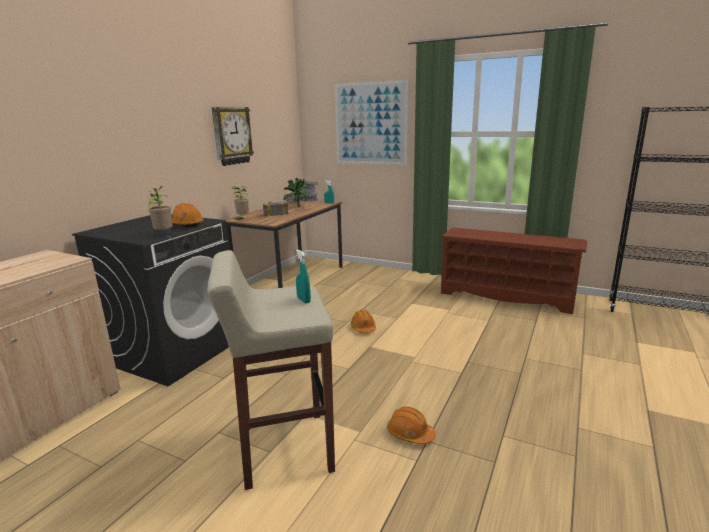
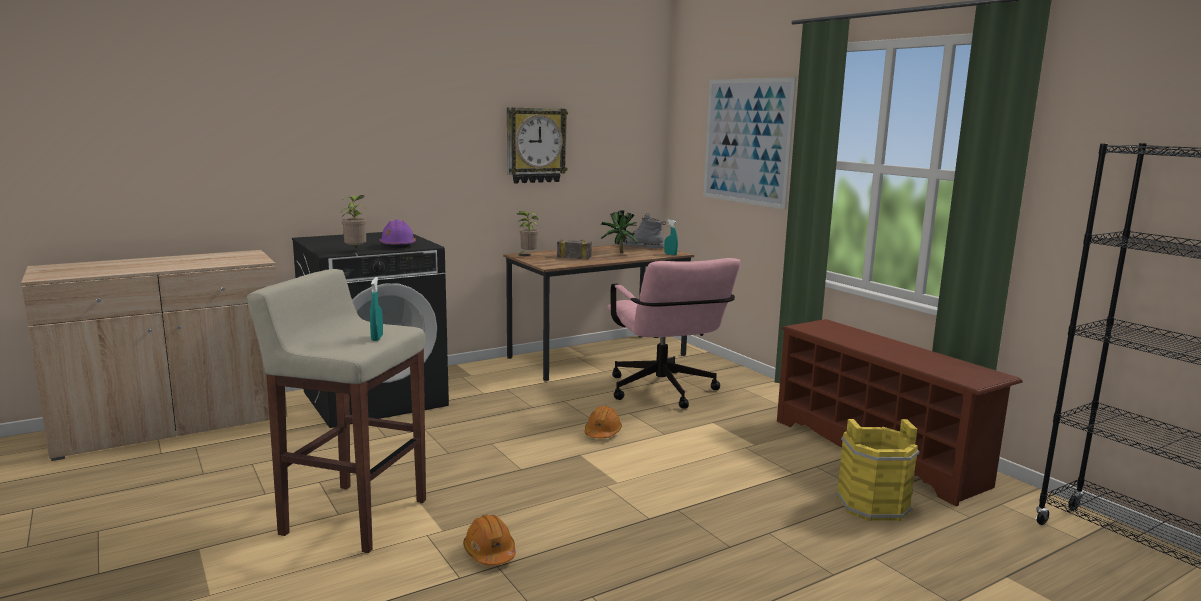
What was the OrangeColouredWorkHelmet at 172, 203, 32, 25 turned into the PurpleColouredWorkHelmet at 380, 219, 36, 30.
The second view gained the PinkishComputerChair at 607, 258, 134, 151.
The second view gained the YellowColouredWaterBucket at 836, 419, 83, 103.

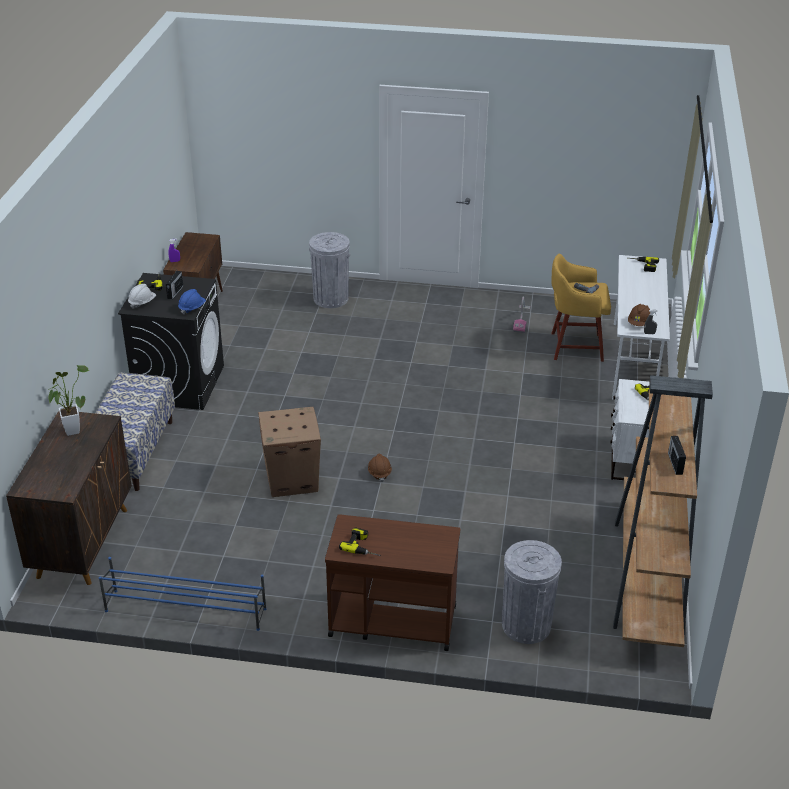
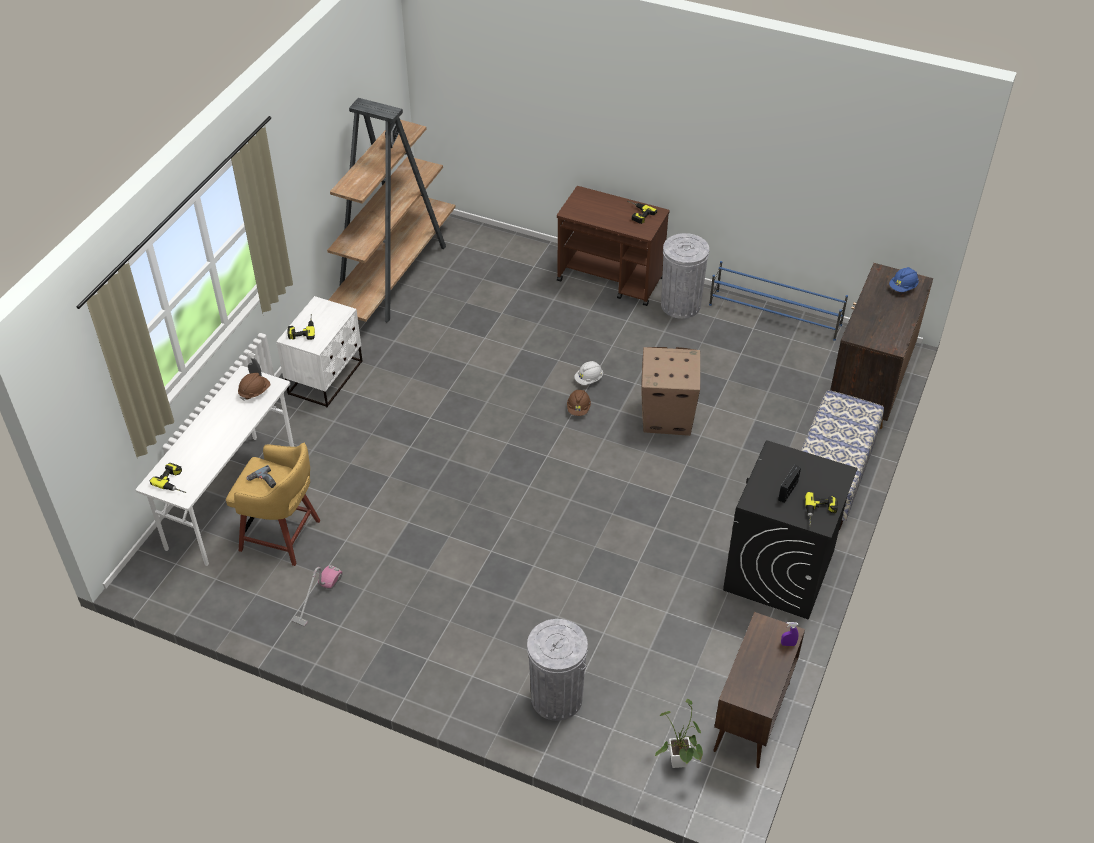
The PlantInAPot ended up elsewhere, having gone from 49, 365, 40, 71 to 655, 698, 48, 70.
The WhiteColouredWorkHelmet ended up elsewhere, having gone from 128, 284, 28, 25 to 574, 361, 29, 24.
The BlueWorkHelmet ended up elsewhere, having gone from 178, 289, 28, 26 to 889, 267, 30, 25.
The GreyishWasteBin ended up elsewhere, having gone from 502, 540, 60, 104 to 661, 233, 48, 86.

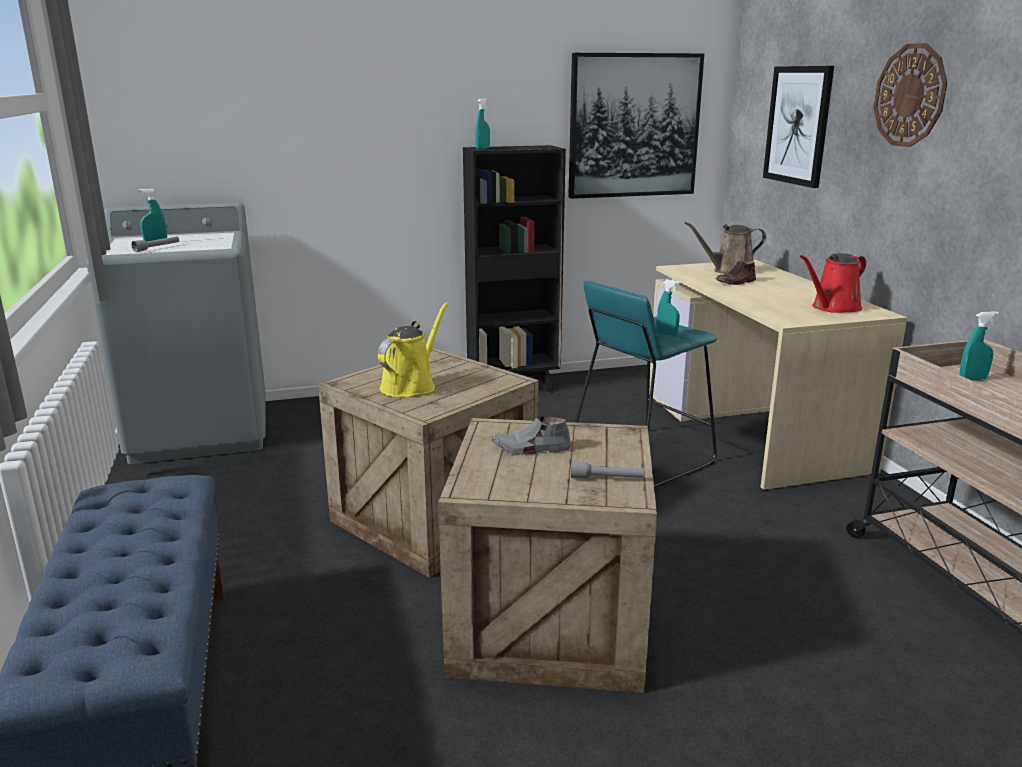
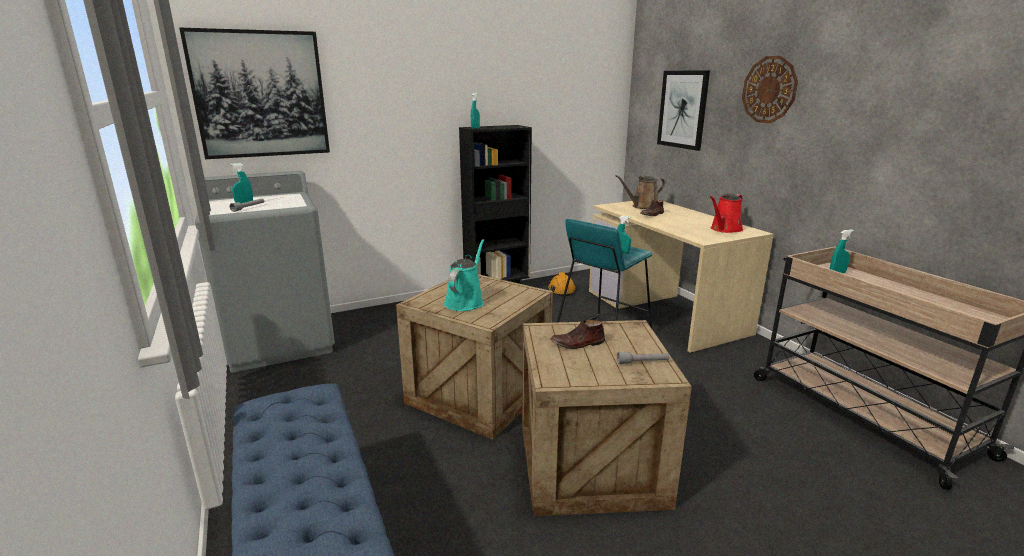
What was the YellowColouredWateringCan at 378, 302, 71, 95 turned into the TurquoiseColouredWateringCan at 444, 239, 40, 72.
What was the GreyishShoe at 492, 416, 79, 39 turned into the BrownShoe at 551, 320, 54, 29.
The WallArt ended up elsewhere, having gone from 568, 53, 136, 146 to 179, 28, 151, 131.
The second view gained the OrangeColouredWorkHelmet at 548, 272, 28, 24.

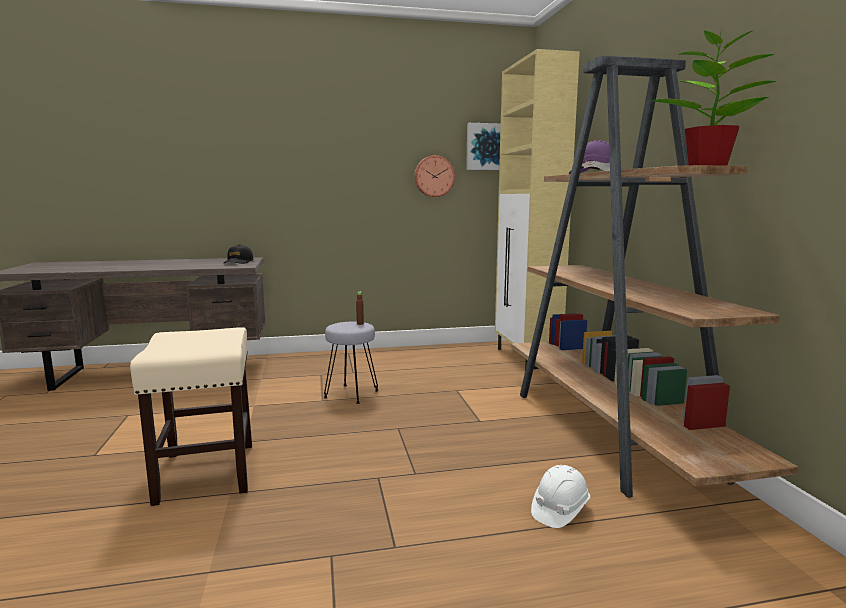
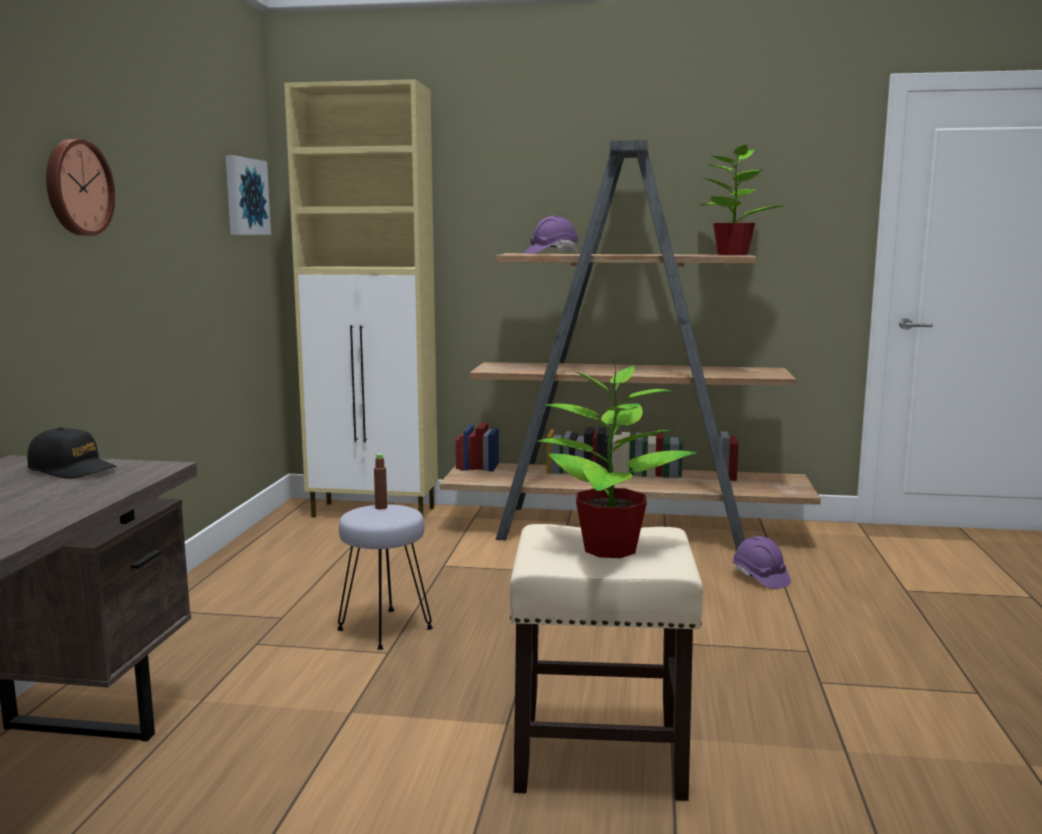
The ClockOnTheWall ended up elsewhere, having gone from 414, 155, 41, 42 to 46, 139, 69, 97.
What was the WhiteColouredWorkHelmet at 531, 465, 59, 63 turned into the PurpleColouredWorkHelmet at 733, 536, 58, 53.
The second view gained the PlantInAPot at 538, 361, 159, 197.

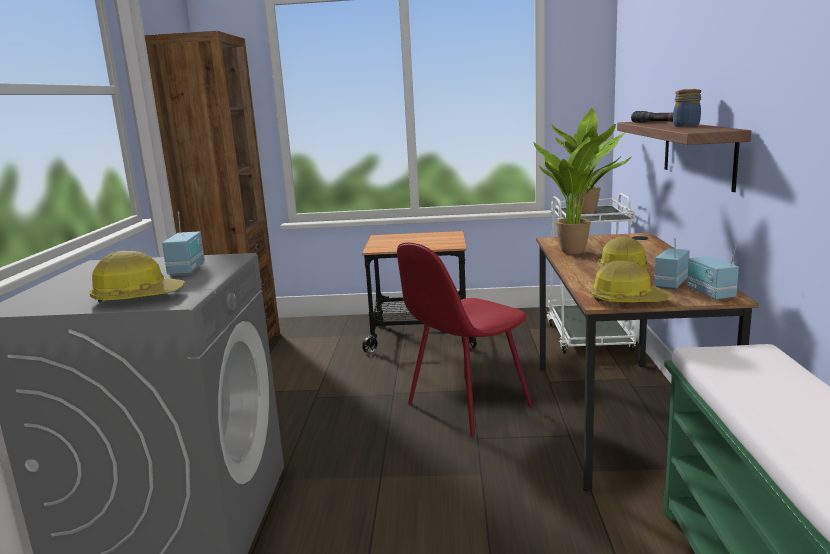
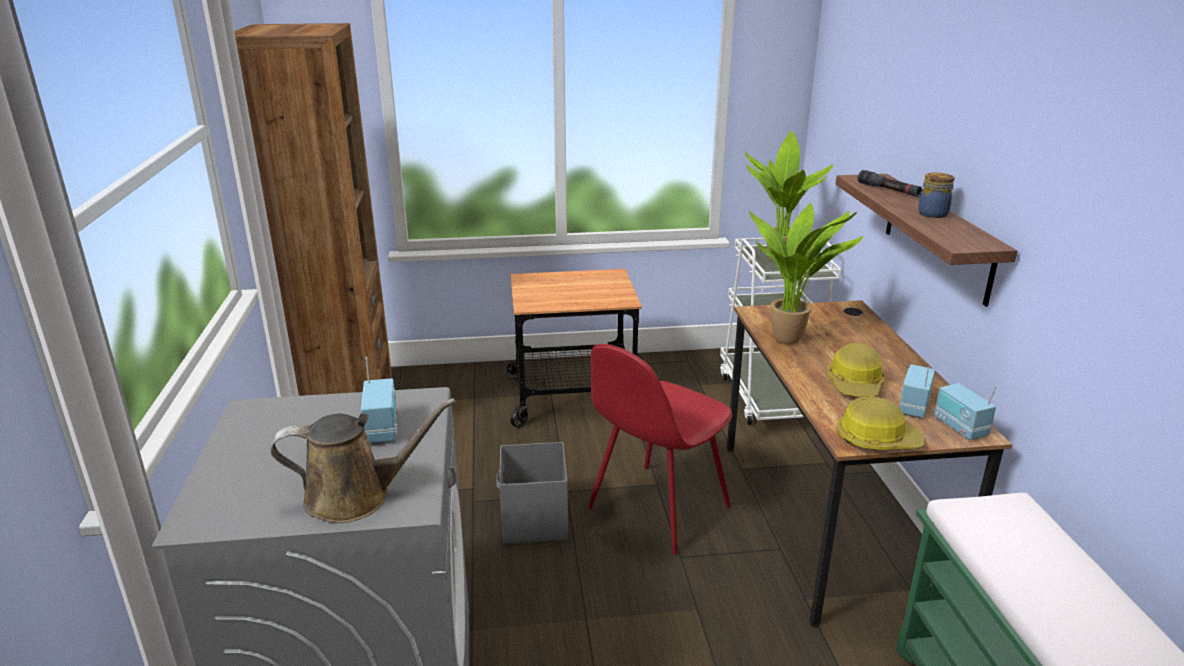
Where the WorkHelmet stood at 89, 251, 96, 52, the BrownWateringCan came to stand at 270, 398, 186, 125.
The second view gained the GreyishStorageBin at 496, 442, 72, 102.

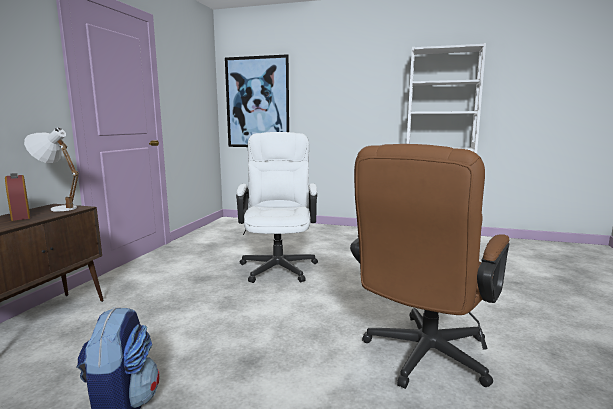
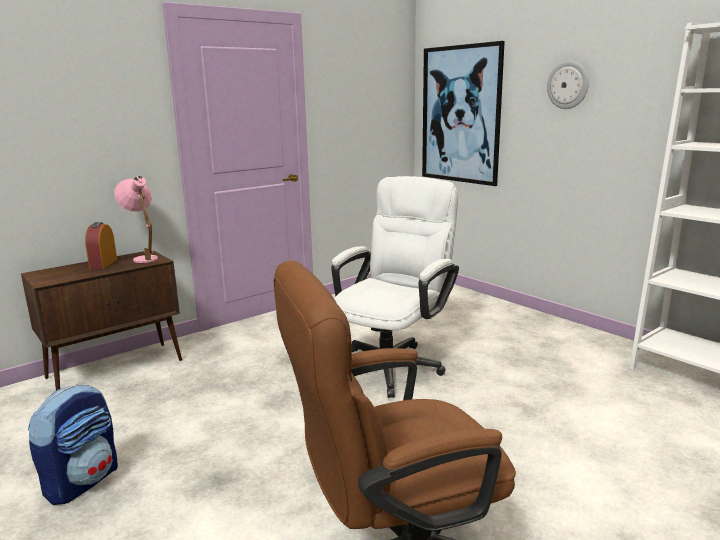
What was the WhiteColouredTableLamp at 24, 128, 55, 84 turned into the PinkishTableLamp at 114, 176, 44, 87.
The second view gained the ClockOnTheWall at 547, 61, 42, 48.

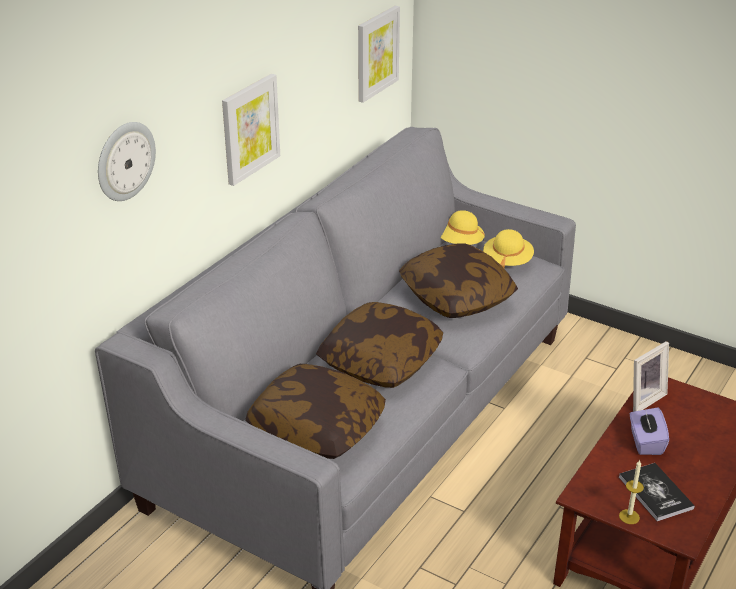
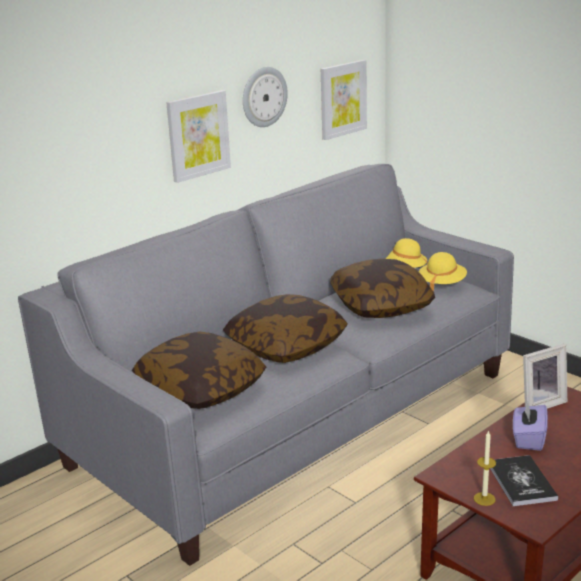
The ClockOnTheWall ended up elsewhere, having gone from 98, 122, 58, 79 to 243, 67, 45, 60.

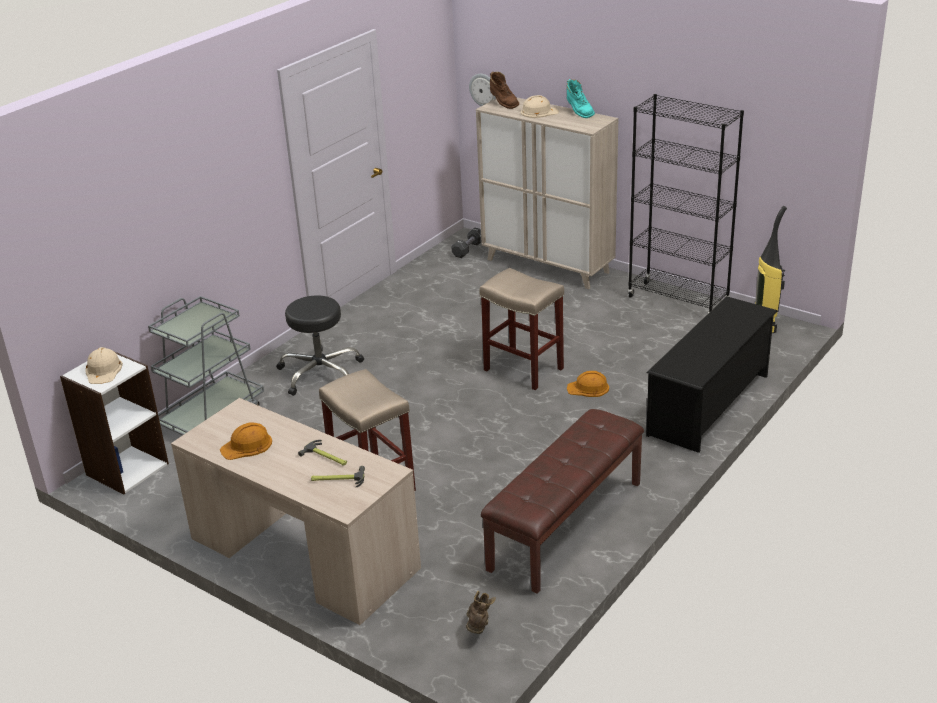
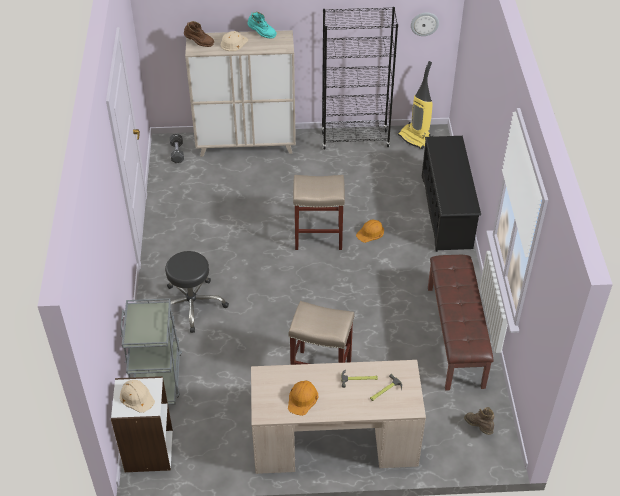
The ClockOnTheWall ended up elsewhere, having gone from 469, 74, 27, 32 to 411, 12, 28, 24.

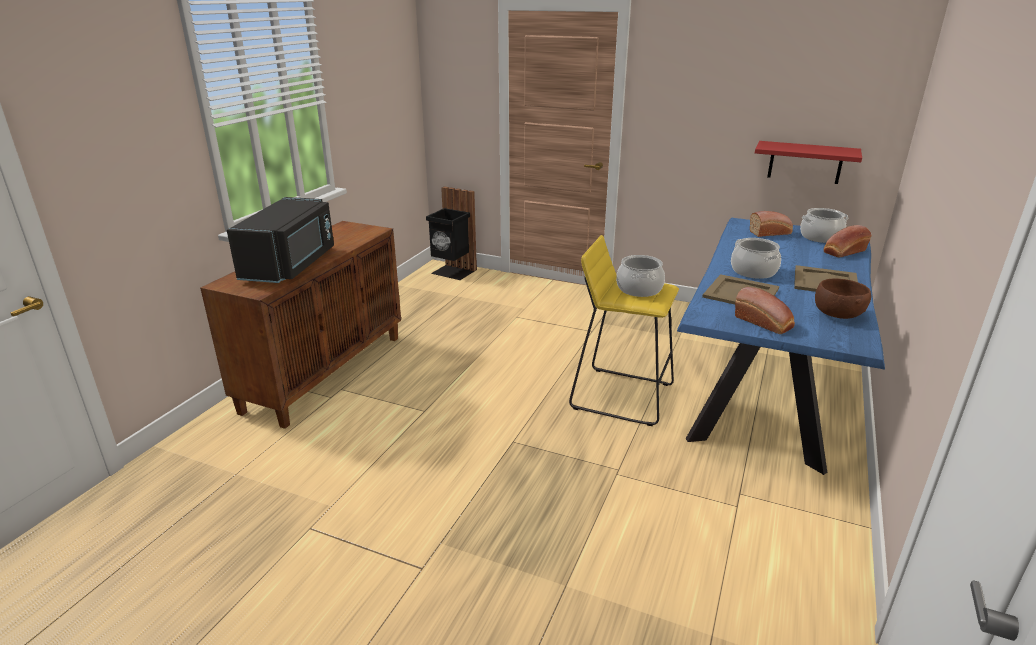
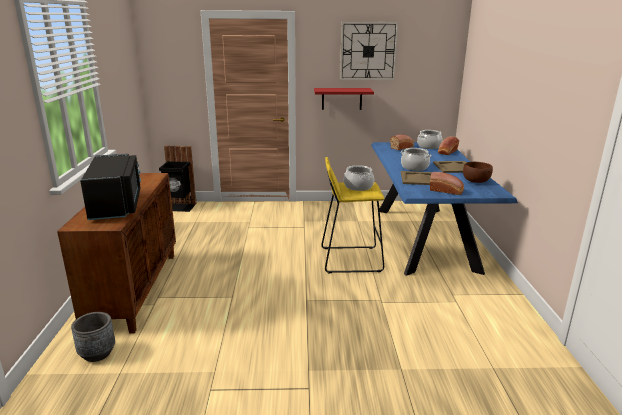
The RedBracketShelf ended up elsewhere, having gone from 755, 141, 107, 43 to 314, 88, 60, 22.
The second view gained the GreyishPlantPot at 71, 312, 44, 50.
The second view gained the ClockOnTheWall at 340, 22, 59, 59.

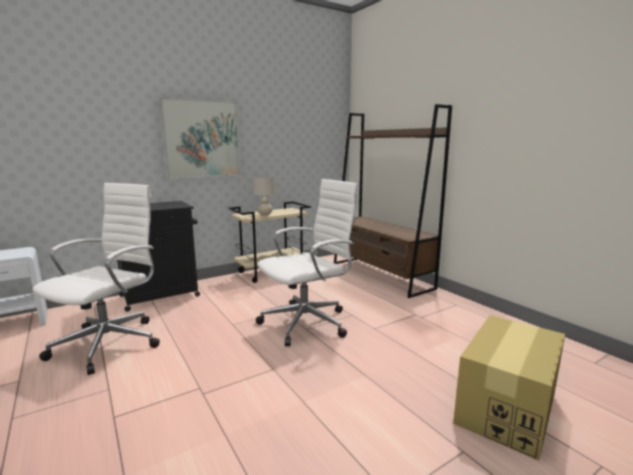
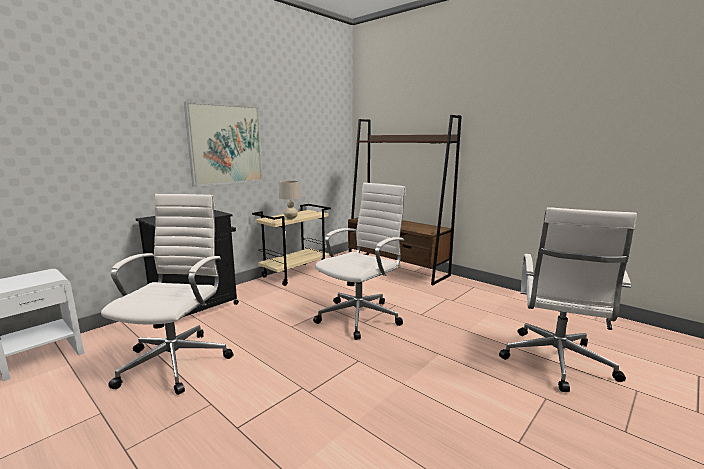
Where the PackingBox stood at 453, 315, 112, 146, the WhiteColouredComputerChair came to stand at 499, 207, 138, 185.

